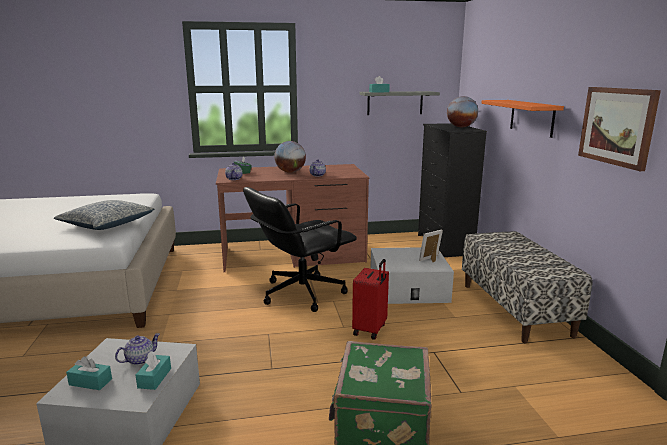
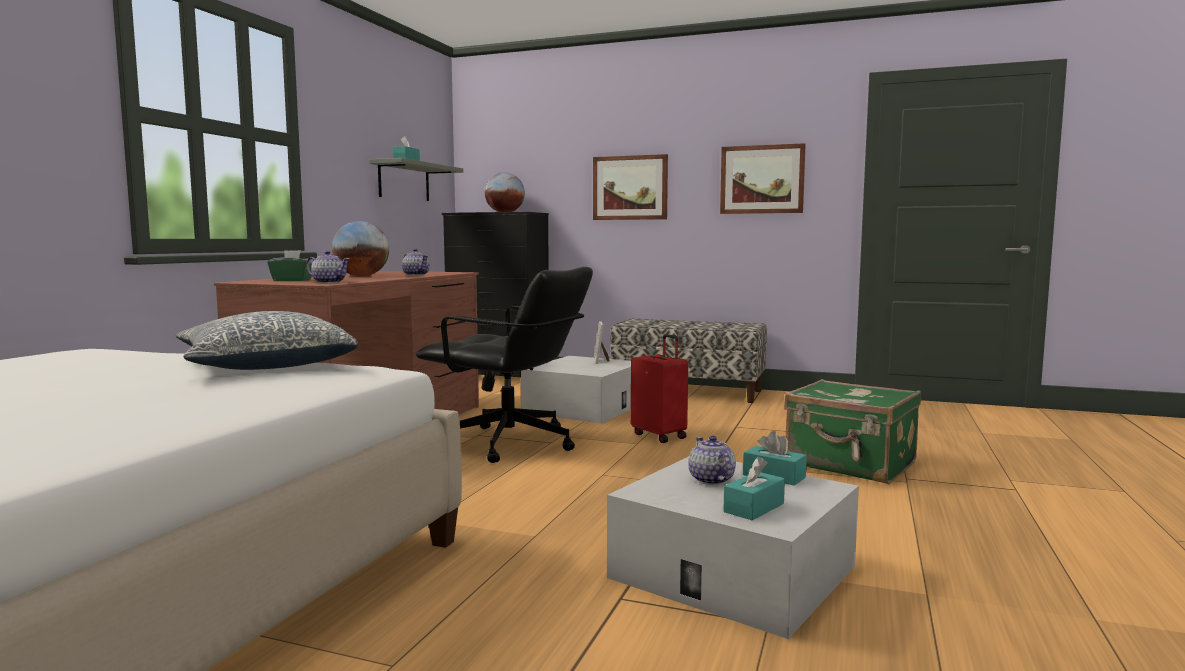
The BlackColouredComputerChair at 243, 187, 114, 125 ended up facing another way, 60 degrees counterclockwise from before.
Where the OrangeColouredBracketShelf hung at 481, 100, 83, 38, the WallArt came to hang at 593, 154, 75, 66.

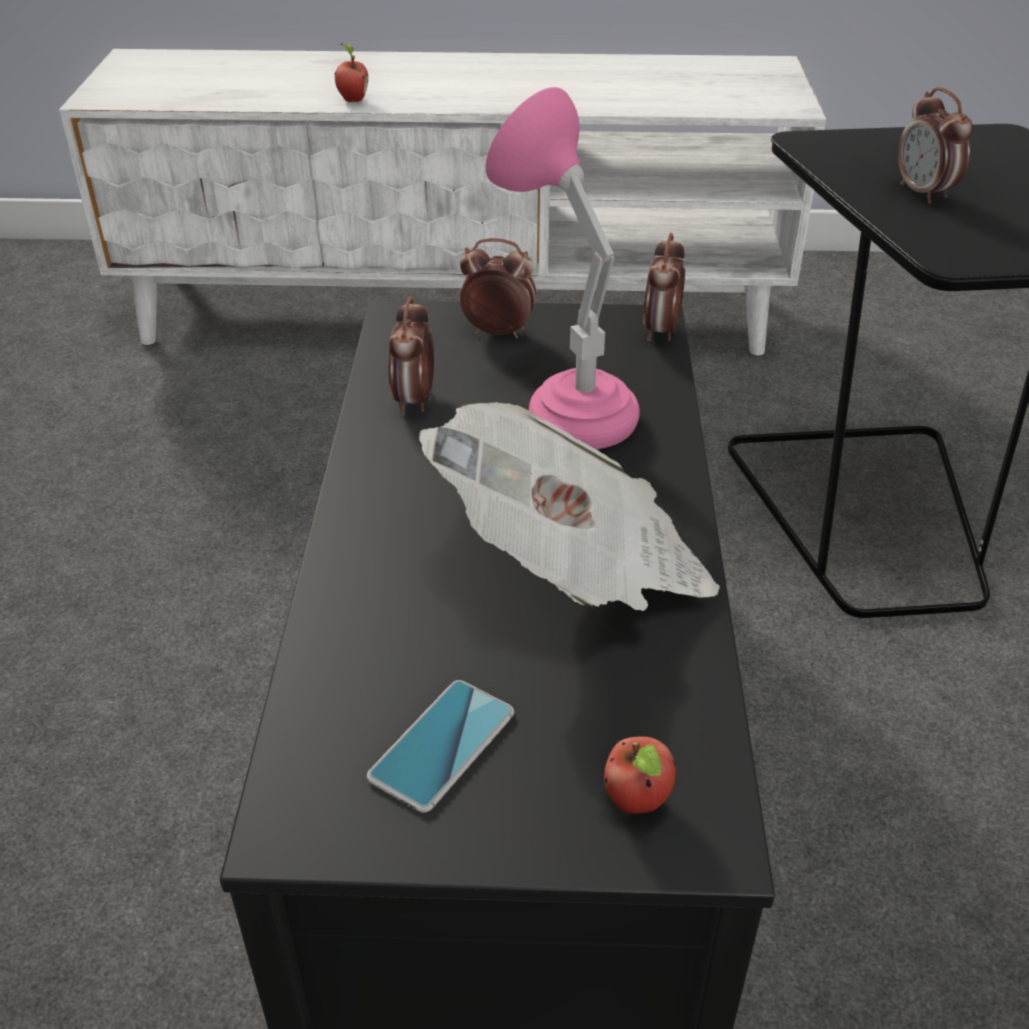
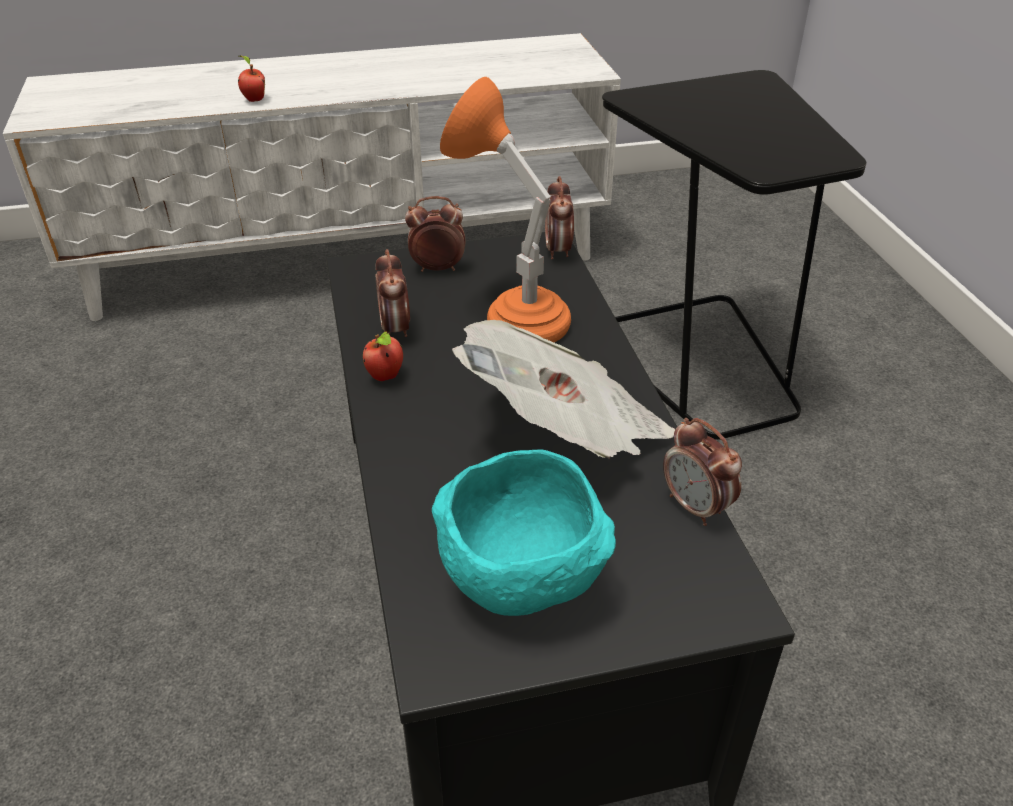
Where the Handset stood at 367, 680, 147, 132, the TurquoiseColouredServingBowl came to stand at 432, 449, 184, 167.
What was the PinkishTableLamp at 486, 87, 153, 362 turned into the OrangeColouredTableLamp at 440, 77, 131, 265.
The Apple ended up elsewhere, having gone from 604, 736, 72, 78 to 363, 332, 40, 49.
The BedsideClock ended up elsewhere, having gone from 898, 87, 75, 117 to 663, 418, 79, 108.

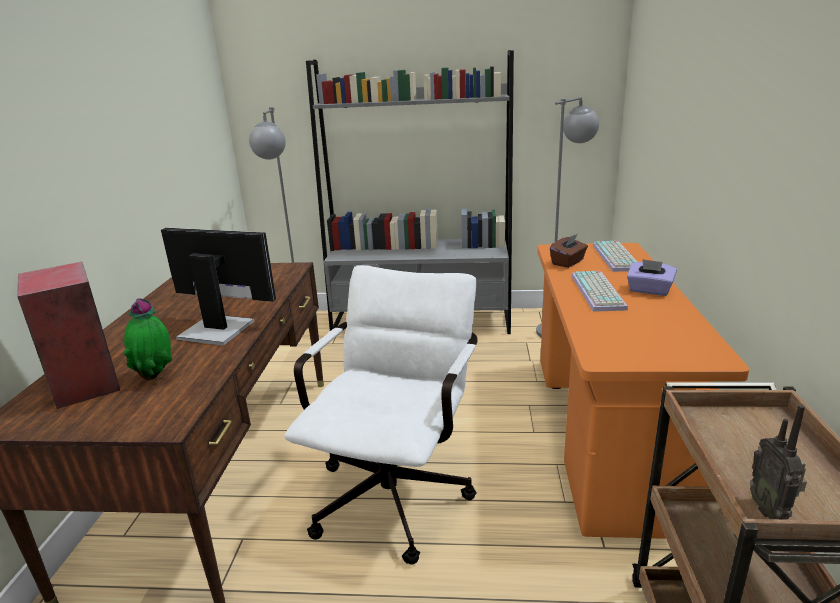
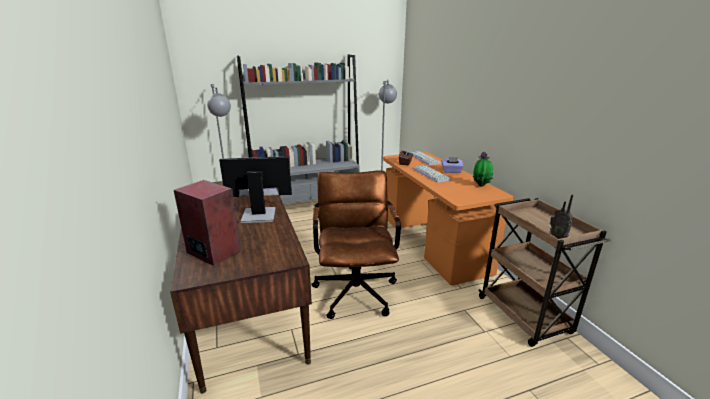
The PlantInAPot ended up elsewhere, having gone from 123, 298, 49, 82 to 473, 152, 20, 35.
What was the WhiteColouredComputerChair at 284, 266, 193, 298 turned into the BrownComputerChair at 311, 171, 90, 148.

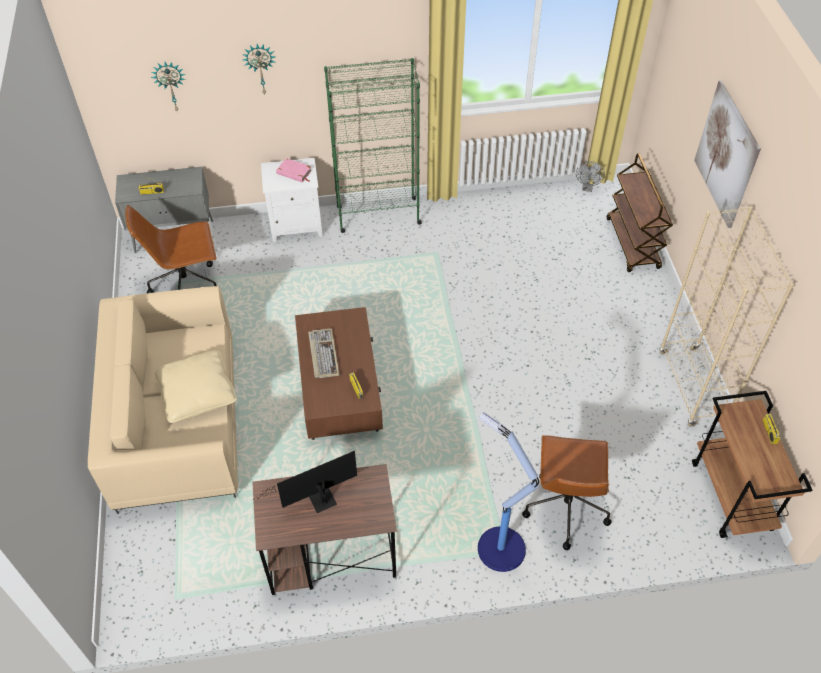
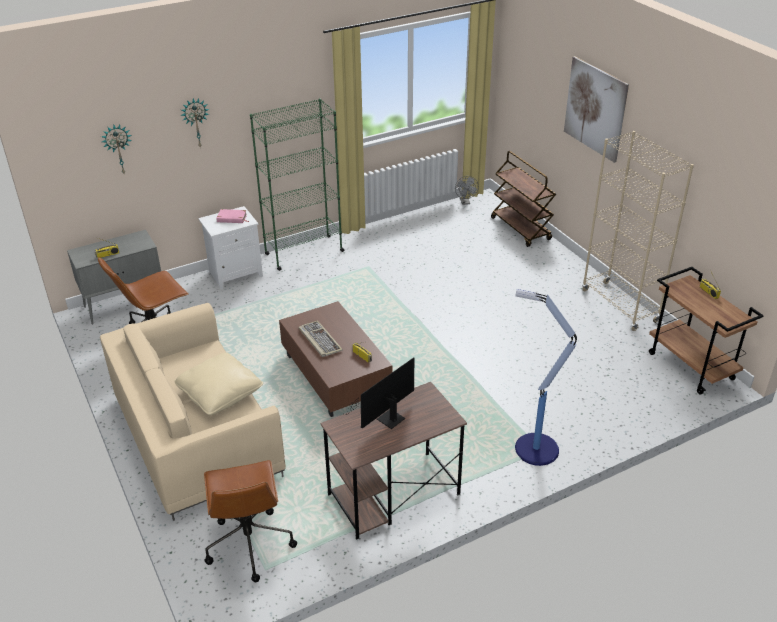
The BrownComputerChair ended up elsewhere, having gone from 522, 435, 89, 115 to 204, 460, 93, 122.

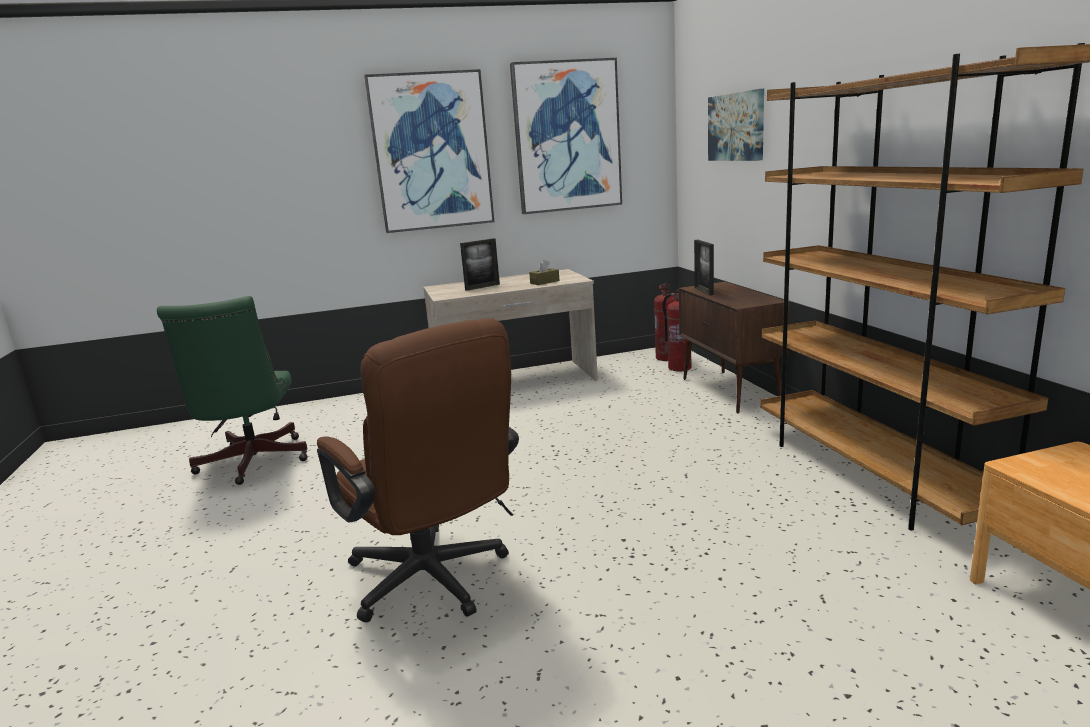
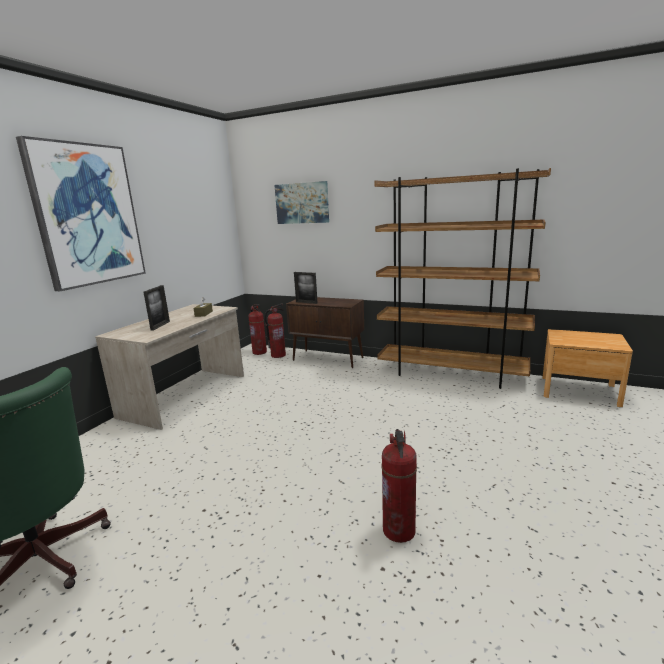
Where the BrownComputerChair stood at 317, 318, 202, 305, the Extinguisher came to stand at 381, 429, 36, 114.
The second view lost the WallArt at 510, 58, 112, 156.

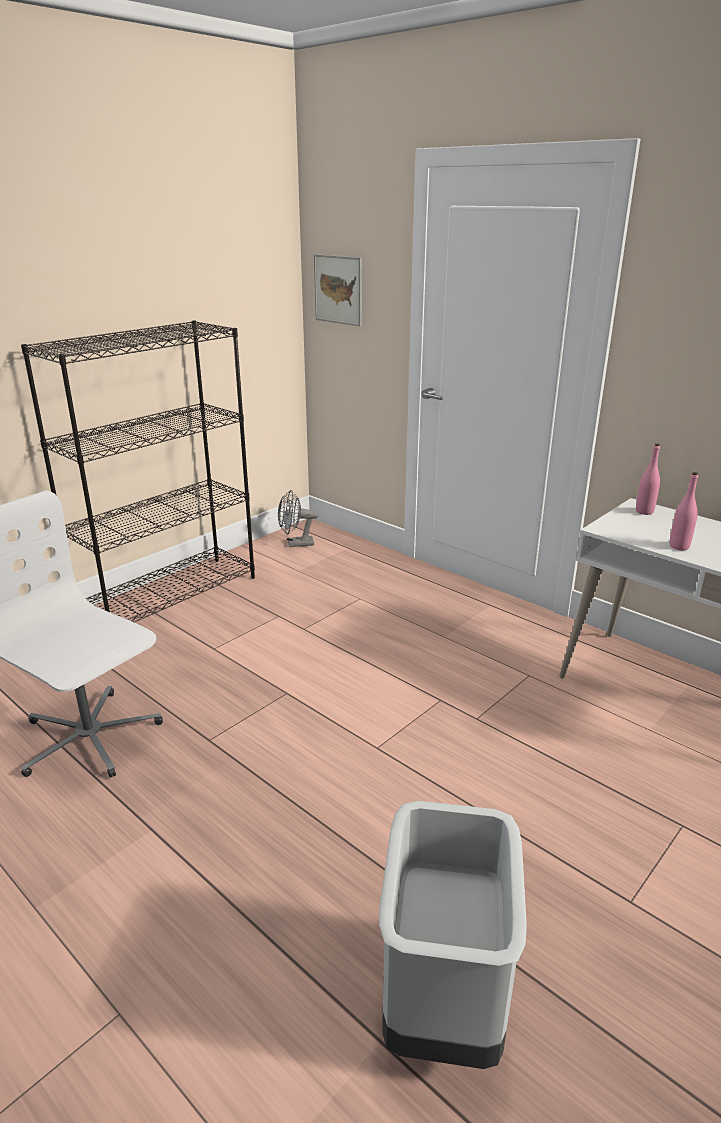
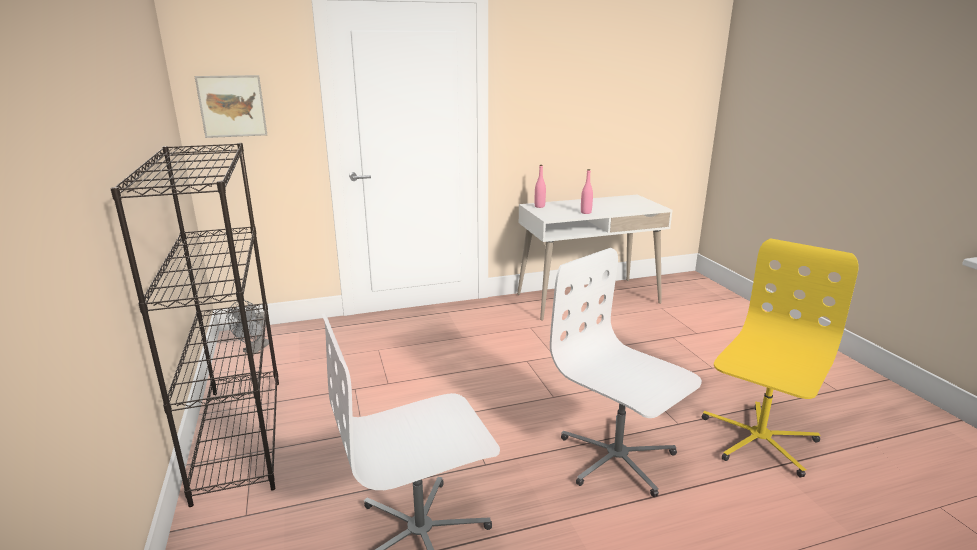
Where the GreyishWasteBin stood at 379, 801, 148, 268, the YellowColouredComputerChair came to stand at 702, 238, 156, 240.
The second view gained the WhiteColouredComputerChair at 550, 248, 152, 249.

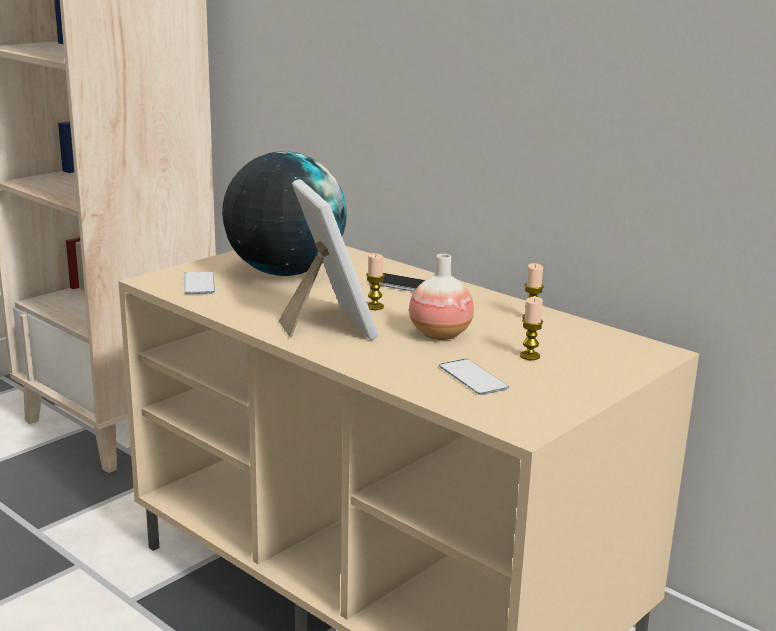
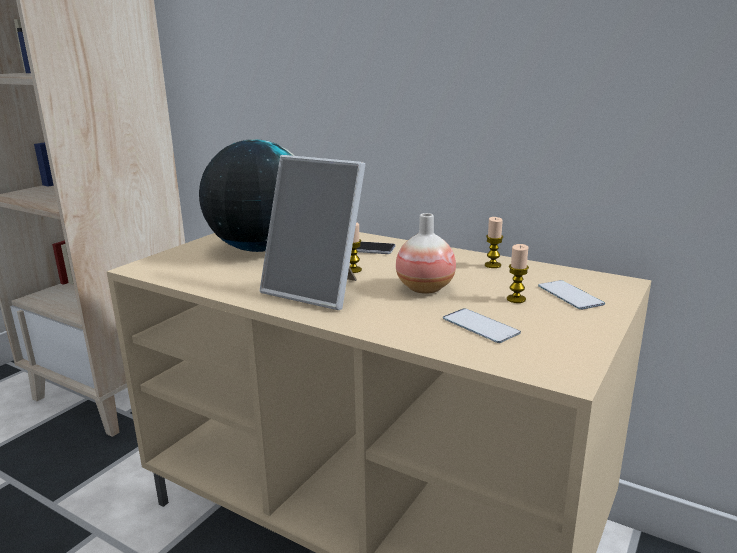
The Handset ended up elsewhere, having gone from 184, 271, 31, 23 to 538, 280, 67, 30.
The StandingFrame at 279, 179, 99, 161 ended up facing another way, 150 degrees clockwise from before.

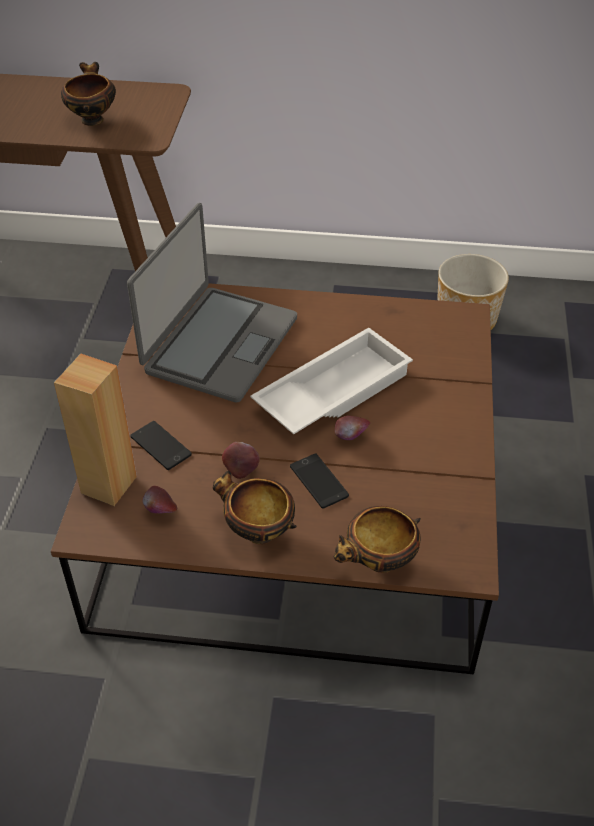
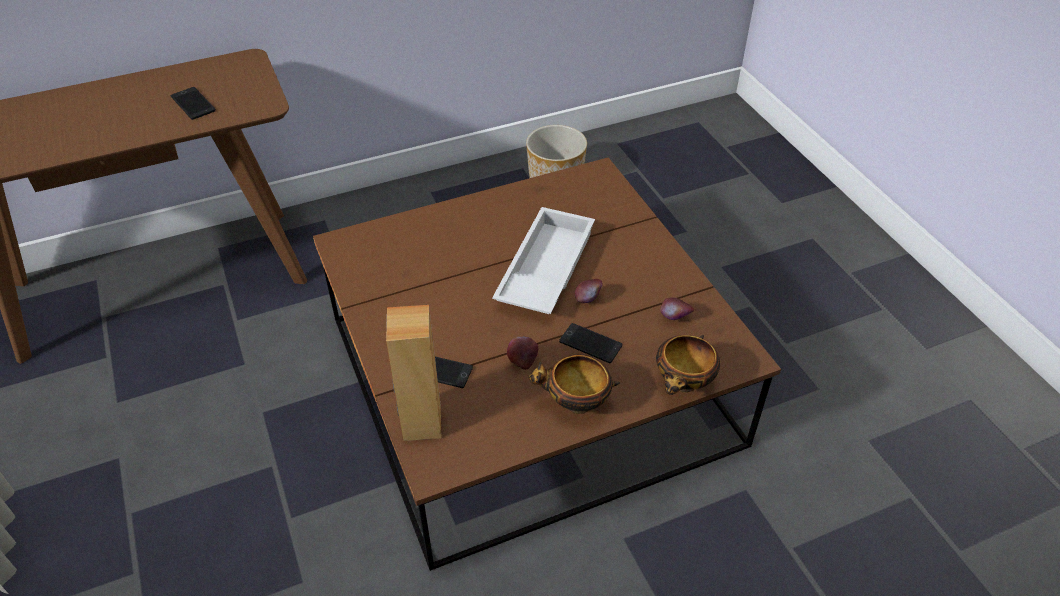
Where the ServingBowl stood at 61, 62, 55, 64, the Handset came to stand at 171, 87, 45, 33.
The second view lost the Laptop at 127, 203, 170, 199.
The Apple ended up elsewhere, having gone from 142, 486, 35, 28 to 660, 298, 34, 22.

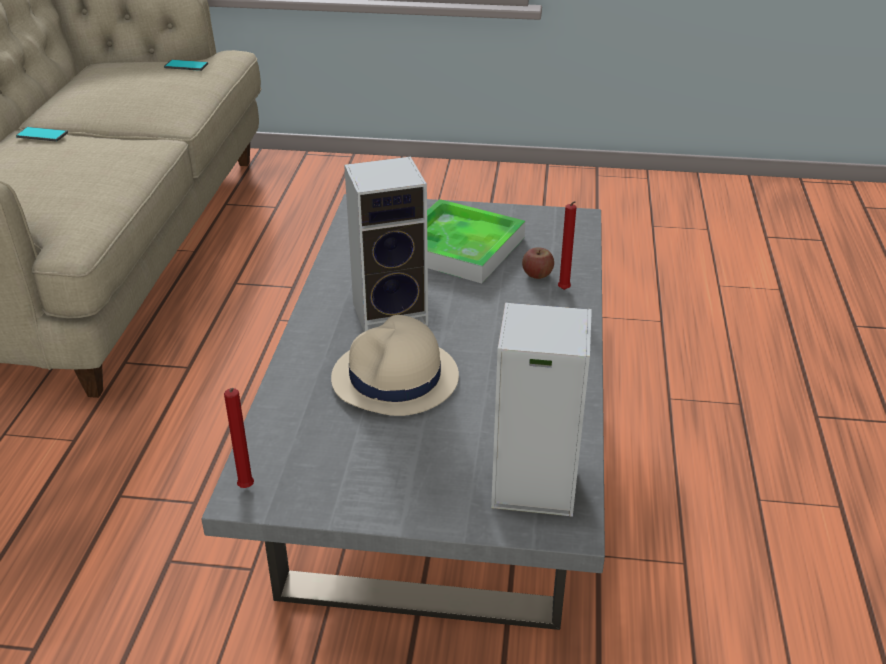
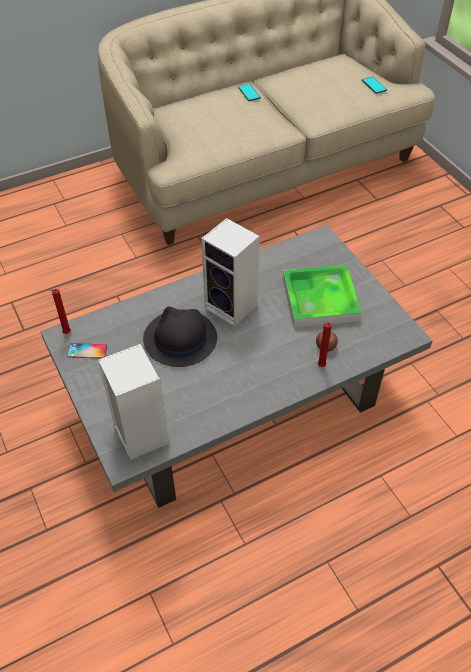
What was the BeigeHat at 331, 315, 128, 101 turned into the BlackColouredHat at 143, 306, 74, 61.
The second view gained the Handset at 67, 343, 40, 15.

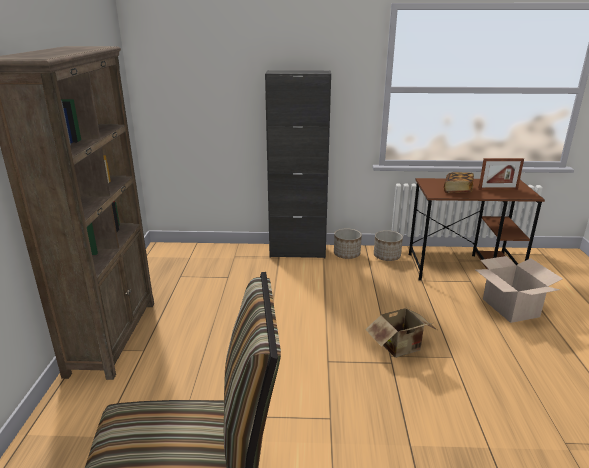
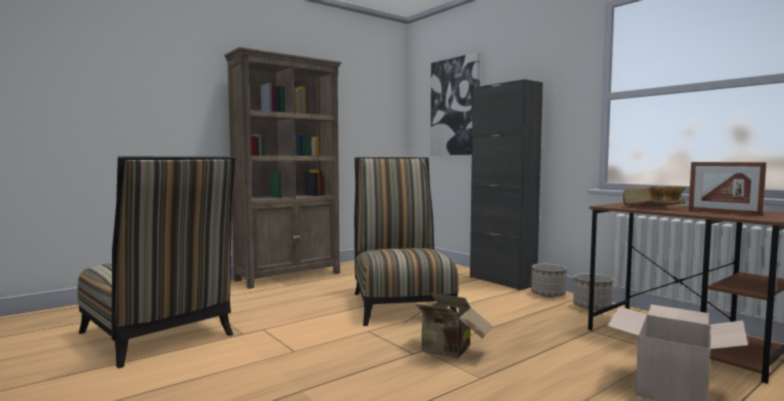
The second view gained the Chair at 354, 157, 105, 169.
The second view gained the WallArt at 430, 52, 50, 103.

